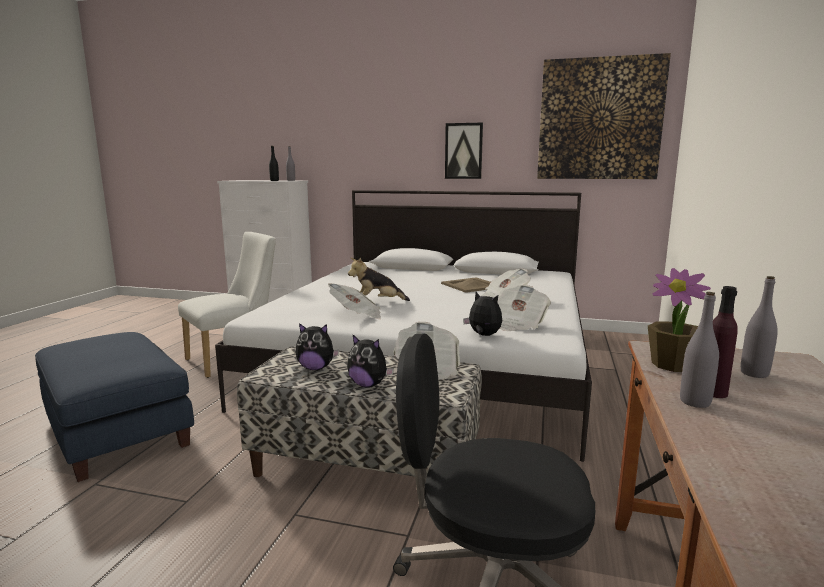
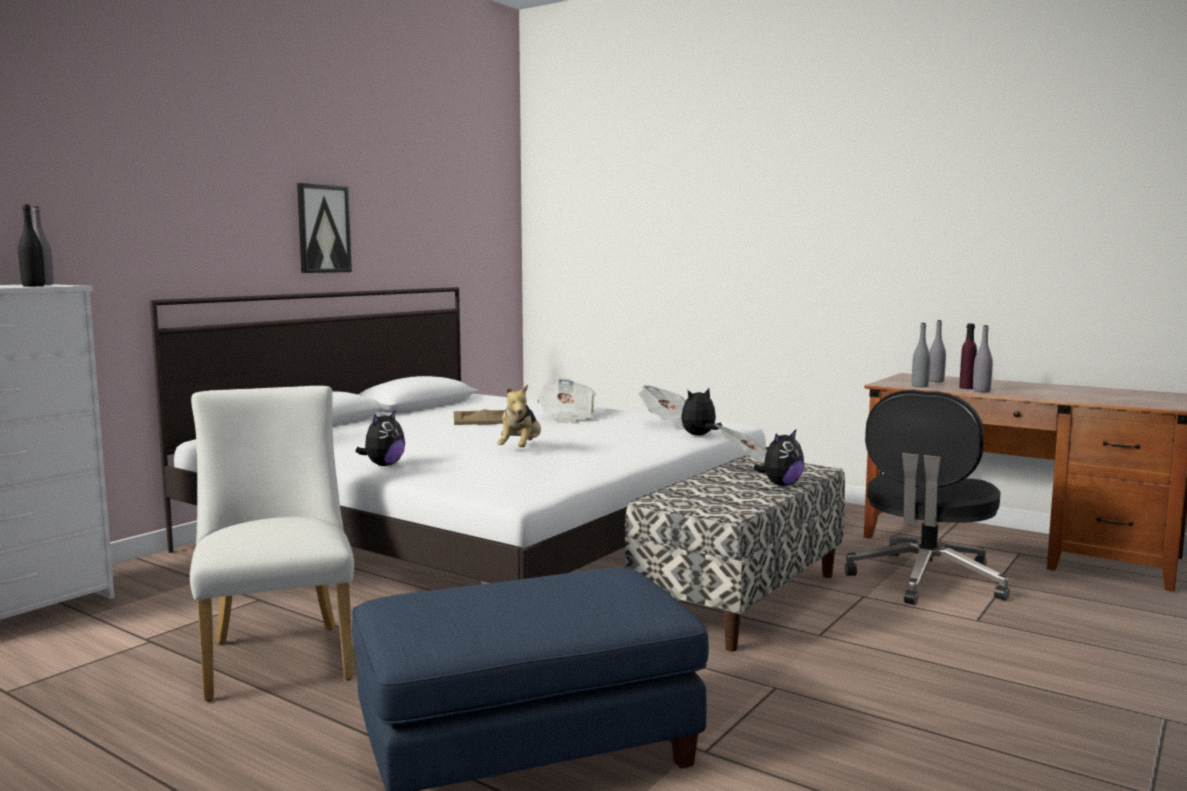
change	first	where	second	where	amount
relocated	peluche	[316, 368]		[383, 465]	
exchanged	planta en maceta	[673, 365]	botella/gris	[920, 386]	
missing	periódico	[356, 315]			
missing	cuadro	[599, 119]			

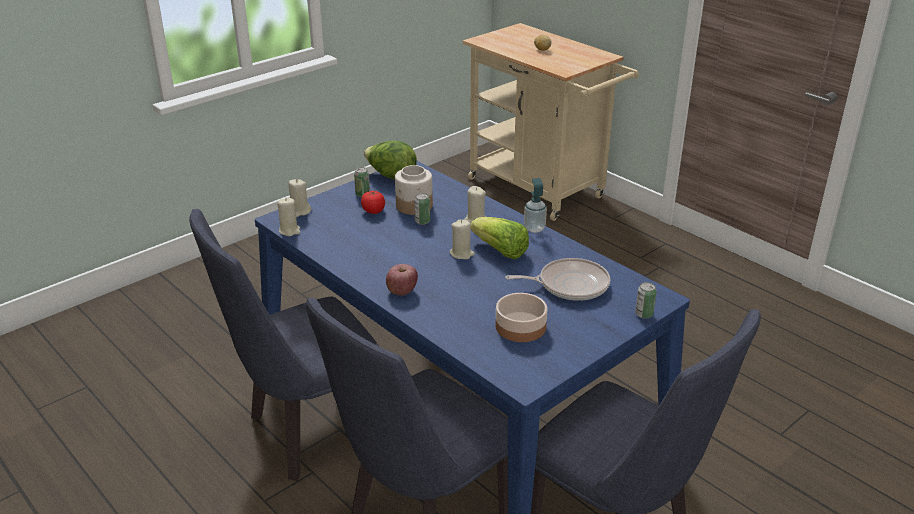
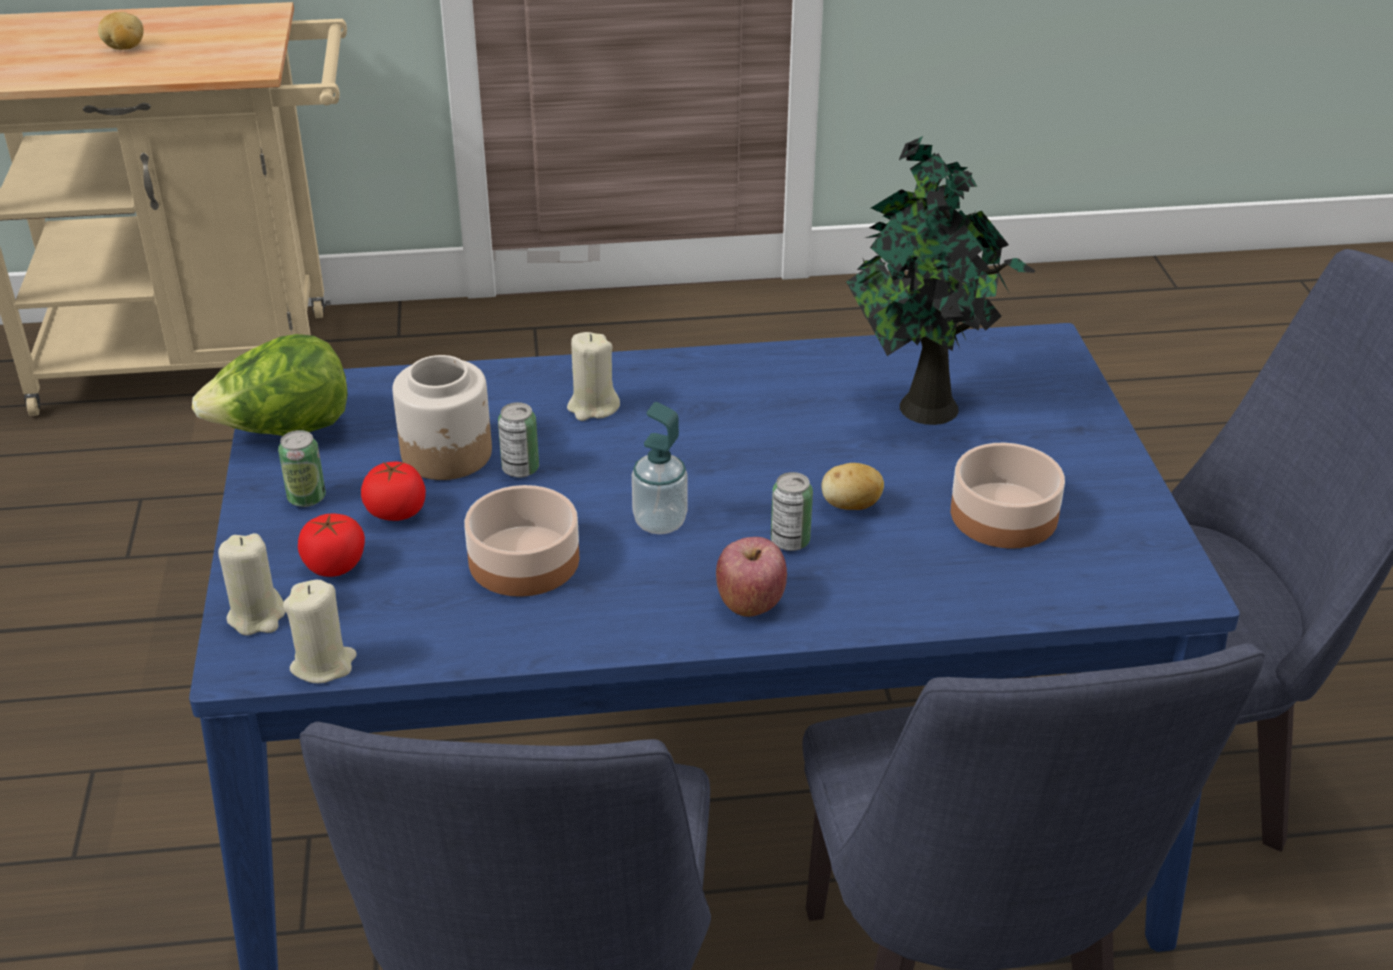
change	first	where	second	where	amount
appeared			tomate	[334, 565]	
appeared			cuenco	[525, 561]	
relocated	dispensador de jabón	[534, 228]		[660, 522]	
relocated	lata	[644, 314]		[790, 541]	
appeared			patata	[851, 506]	
exchanged	sartén	[569, 285]	planta en maceta	[922, 408]	
missing	vela/beis	[461, 254]			
missing	lechuga	[500, 251]			

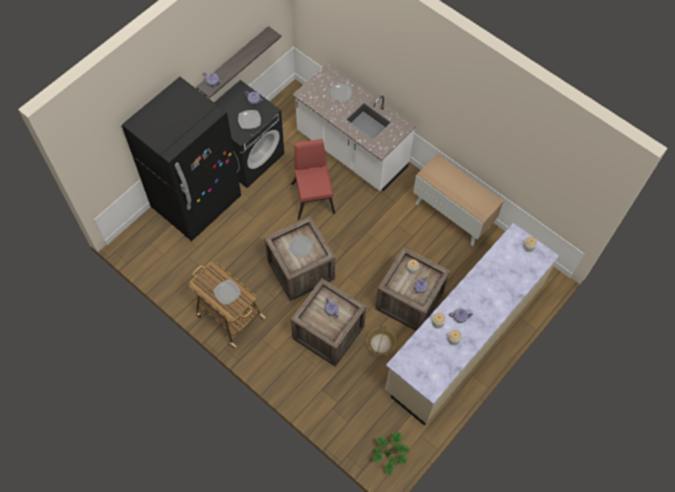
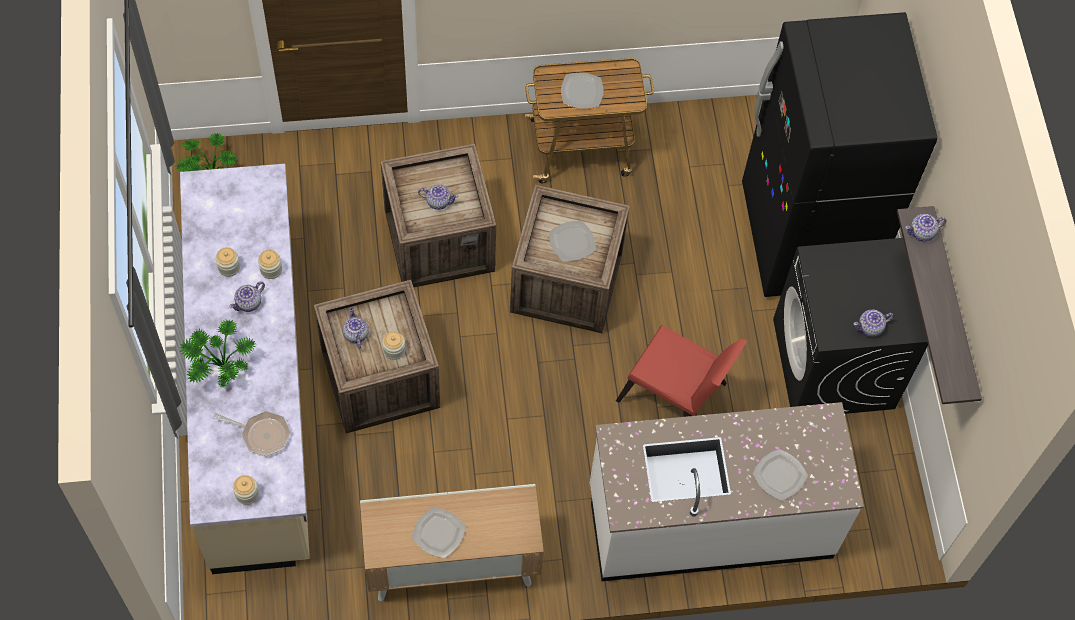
change	first	where	second	where	amount
appeared			planta en maceta	[220, 366]	
appeared			sartén	[262, 434]	
relocated	plato	[249, 120]		[439, 533]	
missing	cesta	[381, 343]			

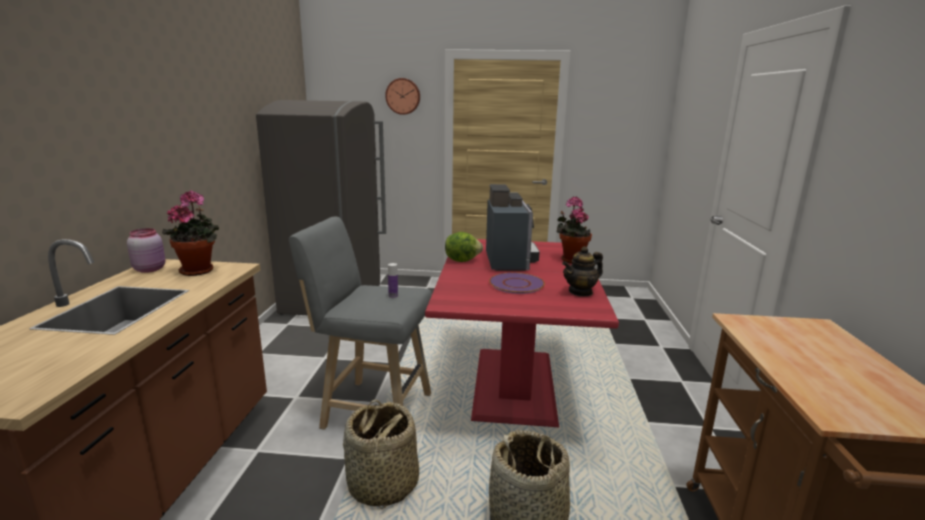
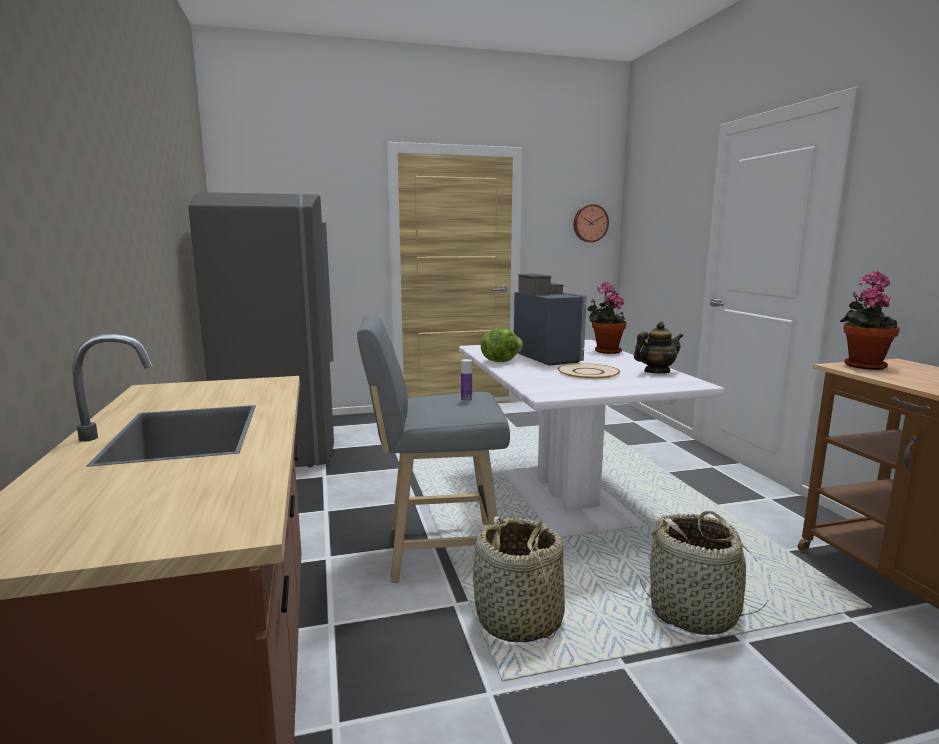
change	first	where	second	where	amount
colour	mesa de comedor/rojo	[512, 384]	mesa de comedor/blanco	[564, 497]	
colour	plato/morado	[516, 284]	plato/beis	[588, 373]	
relocated	reloj de pared	[403, 96]		[590, 223]	
spun	tetera	[580, 292]		[656, 372]	150 degrees counterclockwise
relocated	planta en maceta	[199, 270]		[862, 365]	
missing	tarro/rosa	[150, 269]			

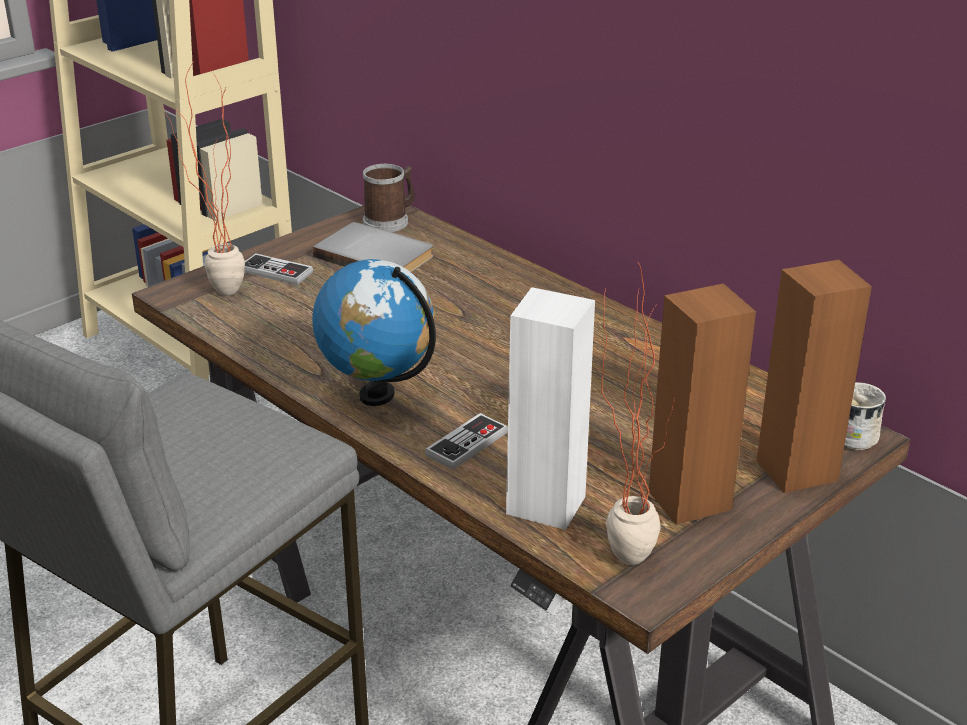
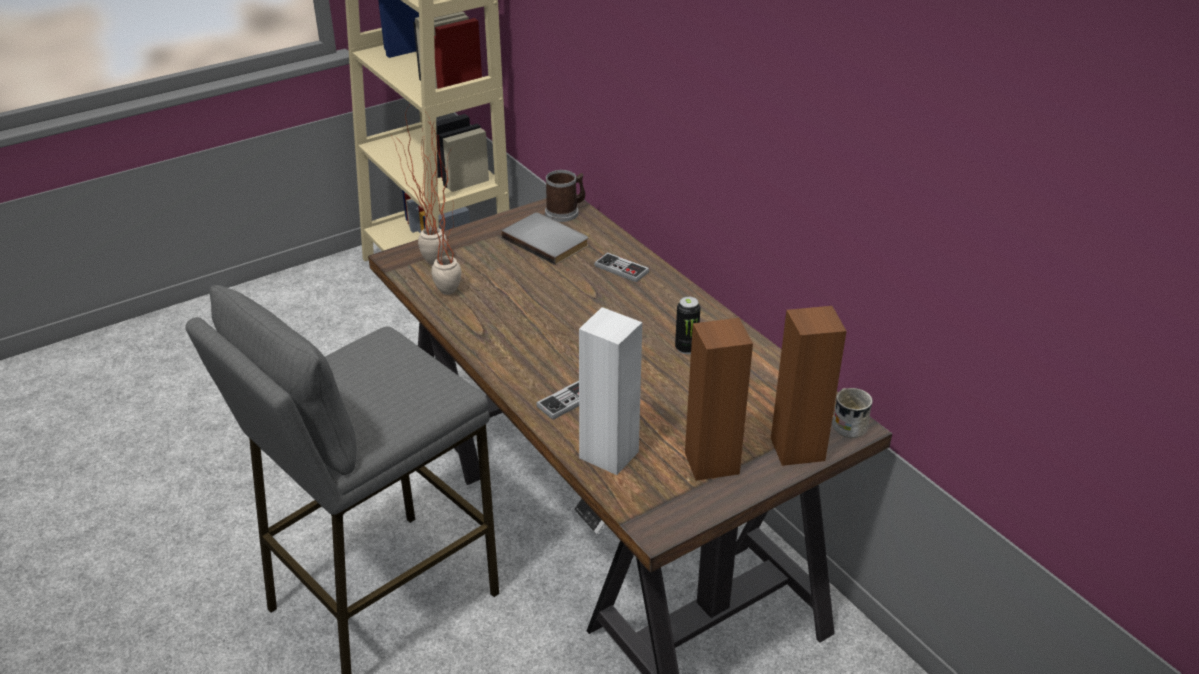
change	first	where	second	where	amount
relocated	planta en maceta	[625, 547]		[449, 286]	
relocated	mando de consola	[276, 272]		[621, 269]	
appeared			lata	[686, 348]	
missing	globo terráqueo	[377, 395]			

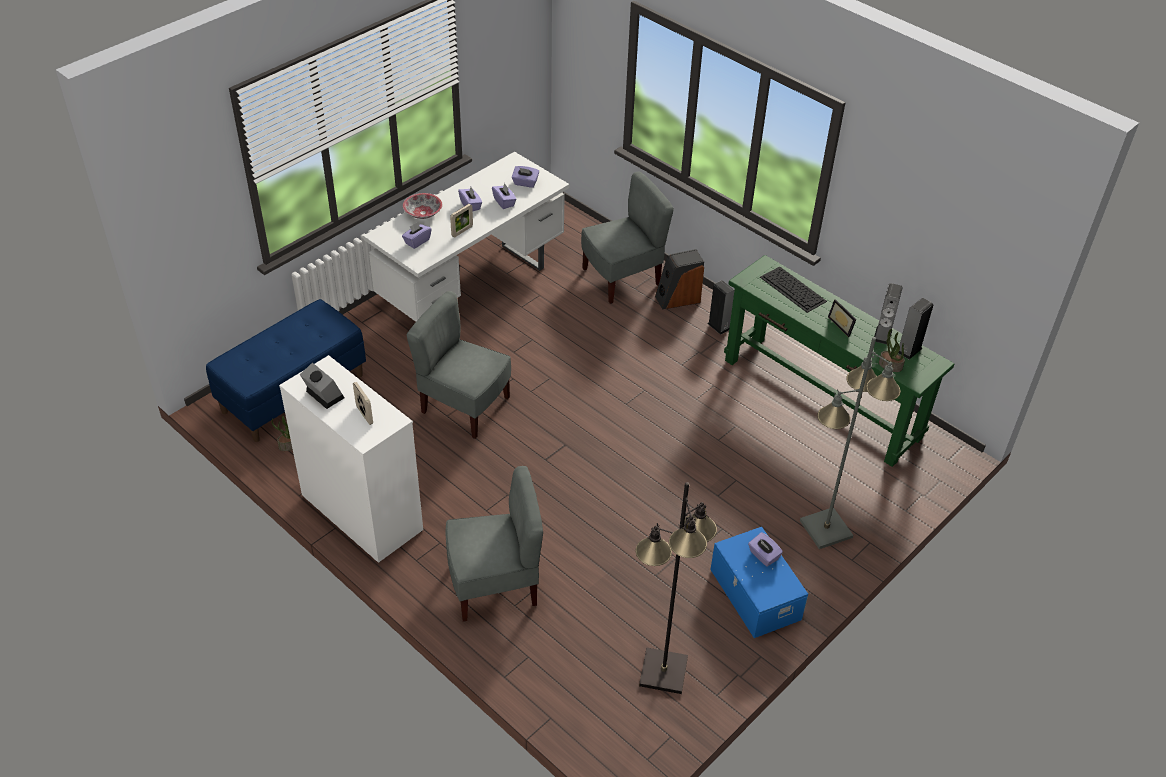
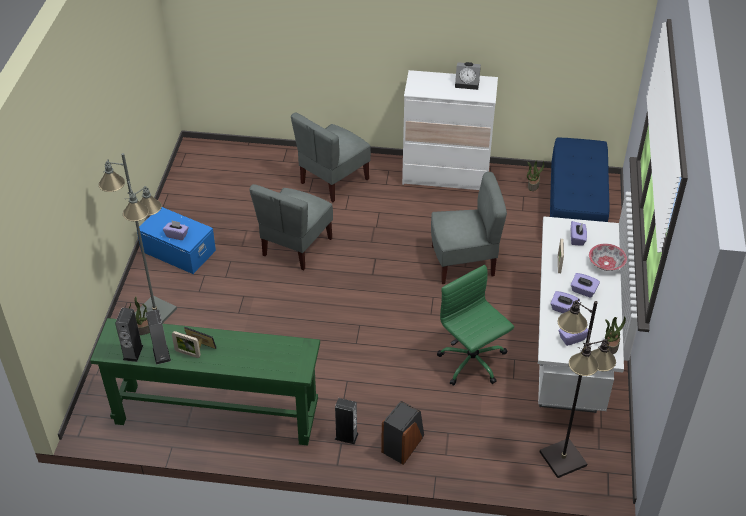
change	first	where	second	where	amount
relocated	portarretratos	[364, 415]		[187, 353]	
relocated	silla/gris	[622, 278]		[296, 247]	
appeared			silla de oficina/verde	[472, 363]	
relocated	lámpara de pie/negro	[662, 672]		[563, 458]	
appeared			planta en maceta	[610, 345]	
missing	teclado	[793, 289]			

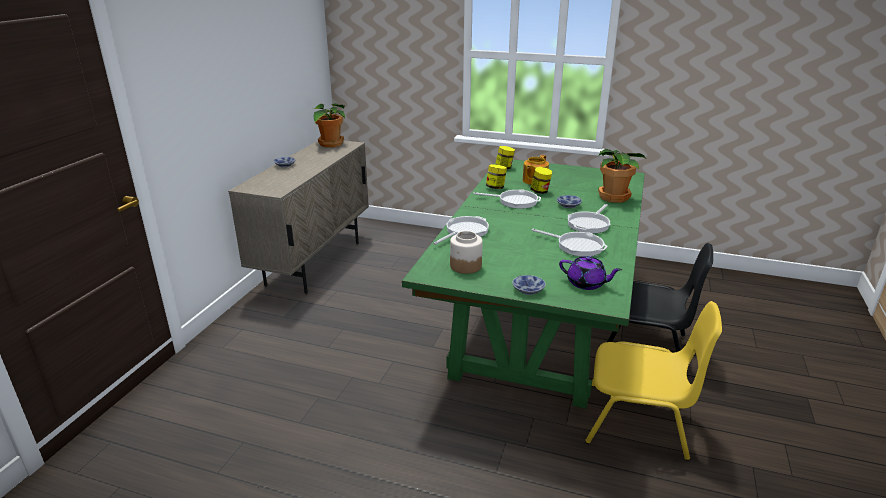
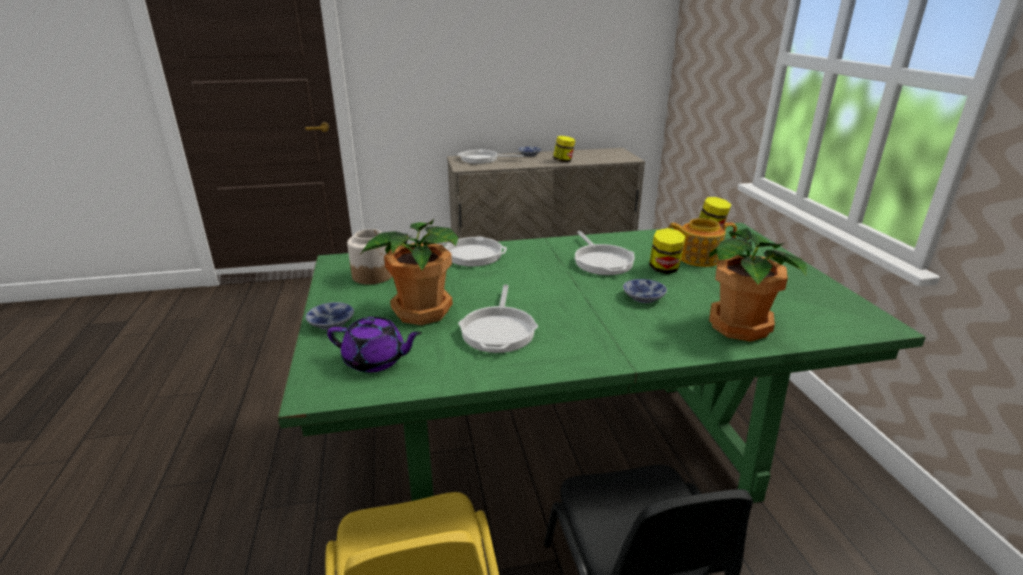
change	first	where	second	where	amount
spun	tetera/morado	[586, 283]		[376, 360]	75 degrees counterclockwise
relocated	planta en maceta	[330, 144]		[420, 311]	
relocated	sartén	[589, 224]		[482, 159]	
relocated	tarro	[495, 187]		[563, 161]	

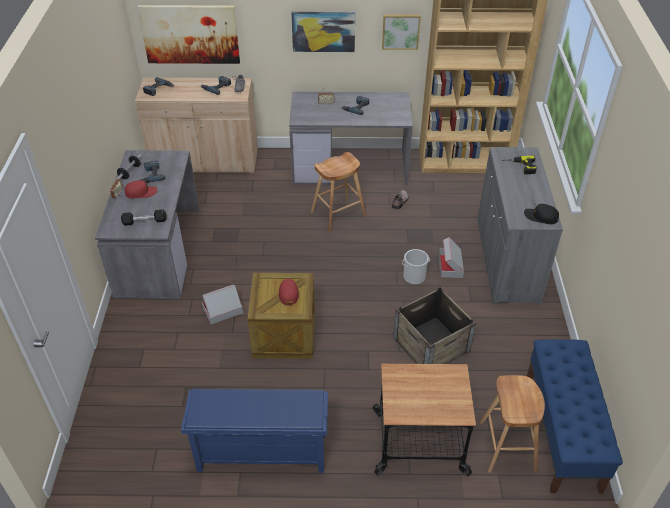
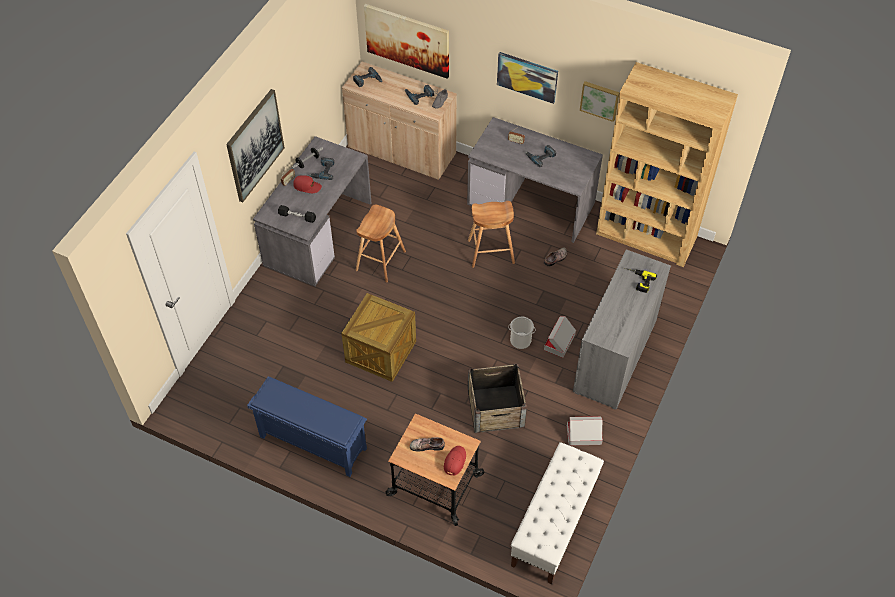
change	first	where	second	where	amount
appeared			cuadro	[255, 145]	
relocated	taburete/marrón	[507, 446]		[380, 260]	
appeared			zapato	[427, 445]	
relocated	gorra/rojo	[288, 293]		[455, 461]	
colour	banco/azul	[562, 432]	banco/blanco	[554, 525]	
relocated	caja de cartón	[223, 311]		[583, 435]	
missing	gorra/negro	[541, 217]			

